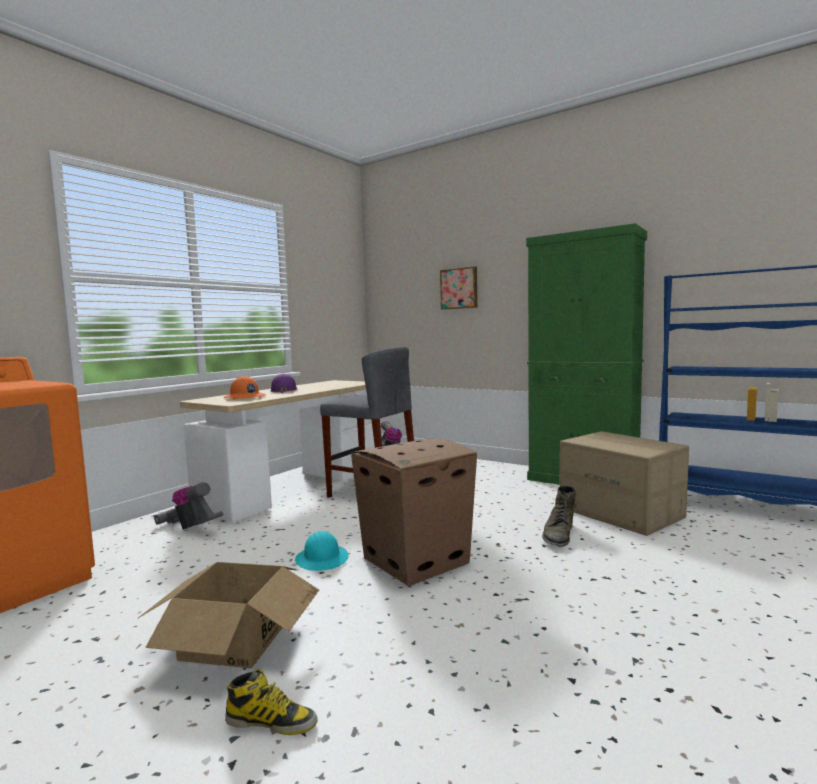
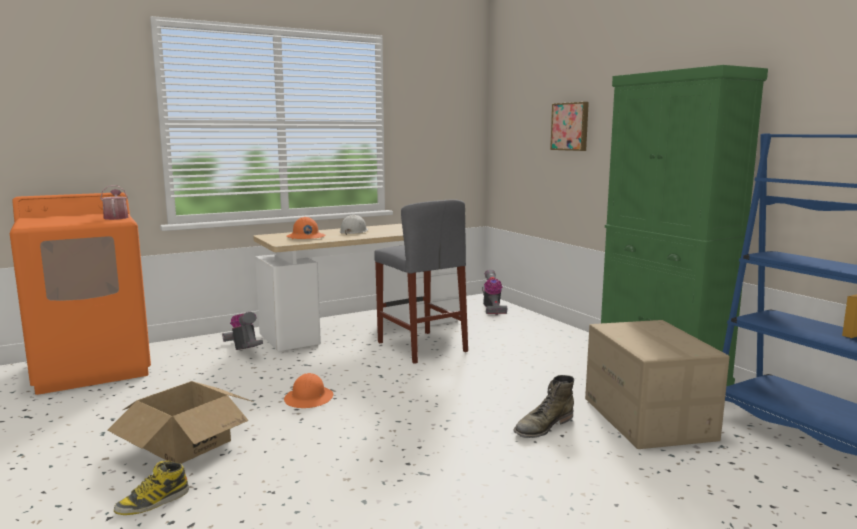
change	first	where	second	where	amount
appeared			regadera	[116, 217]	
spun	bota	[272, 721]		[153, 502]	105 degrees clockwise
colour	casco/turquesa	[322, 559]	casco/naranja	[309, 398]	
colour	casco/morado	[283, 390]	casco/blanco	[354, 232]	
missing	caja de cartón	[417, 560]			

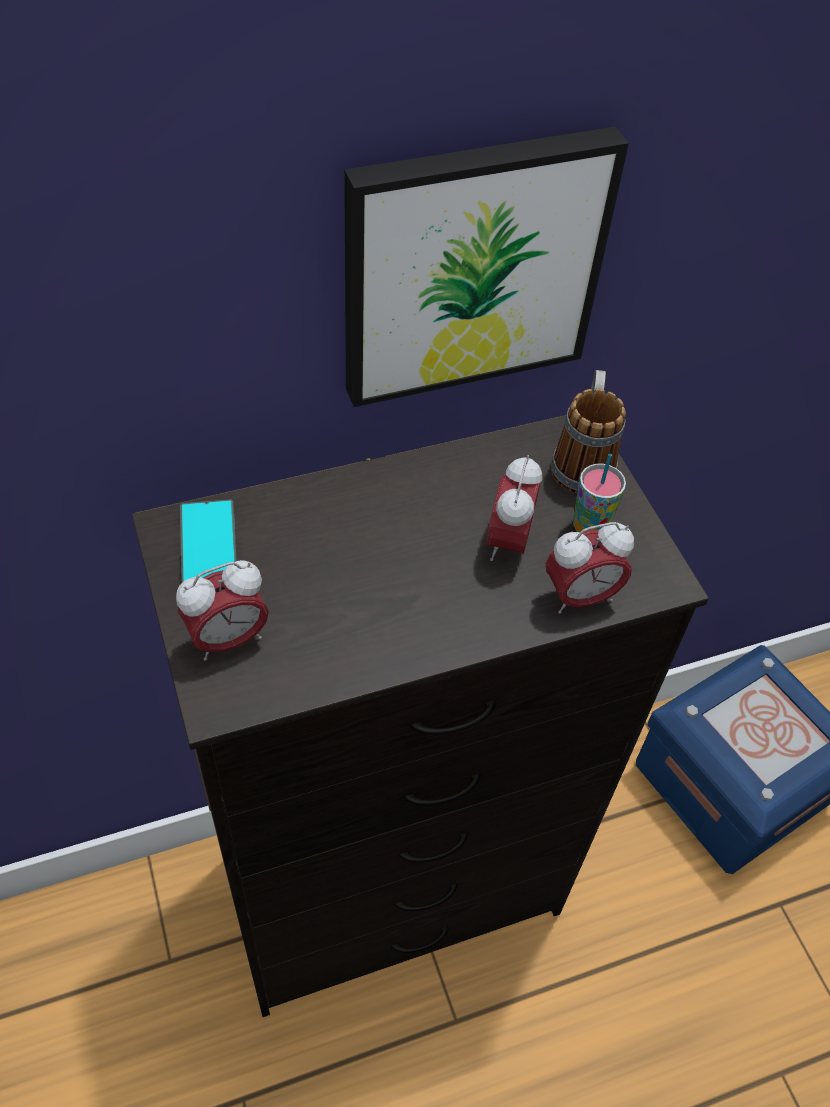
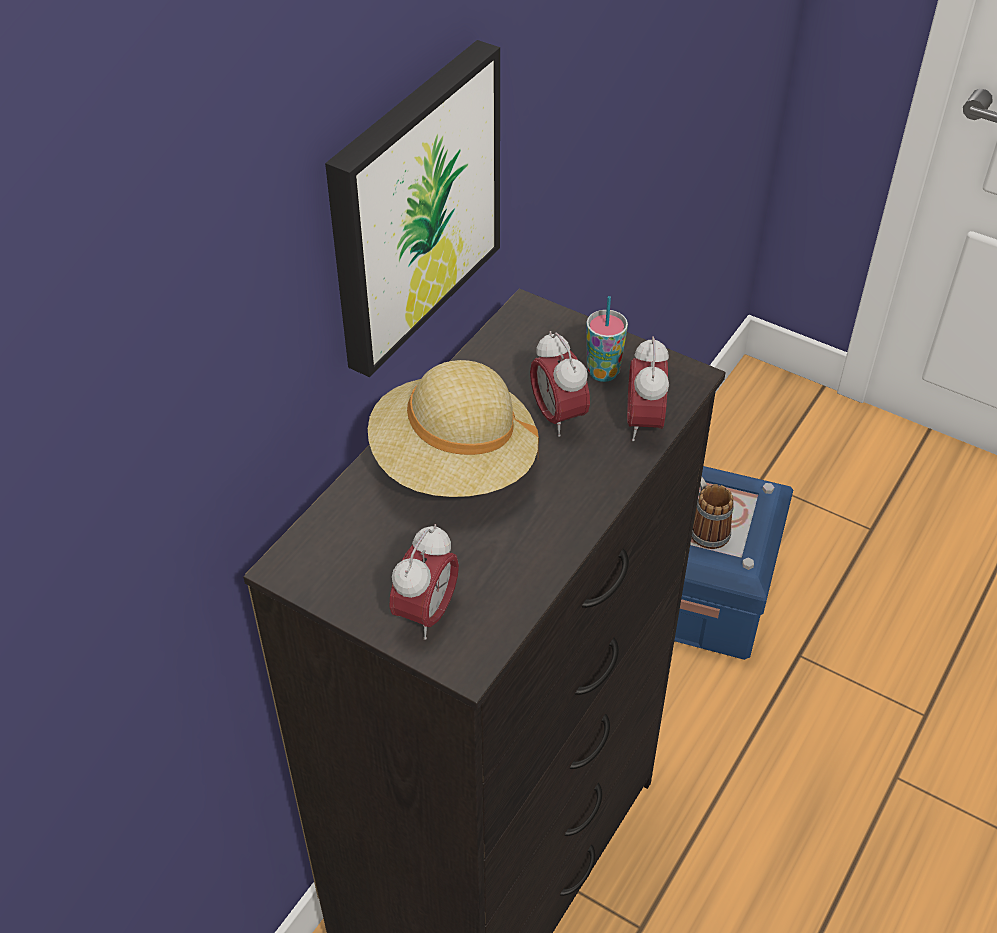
change	first	where	second	where	amount
appeared			sombrero/beis	[454, 464]	
spun	despertador	[580, 597]		[644, 423]	150 degrees clockwise
relocated	taza grande	[583, 461]		[704, 528]	
missing	móvil	[209, 547]			

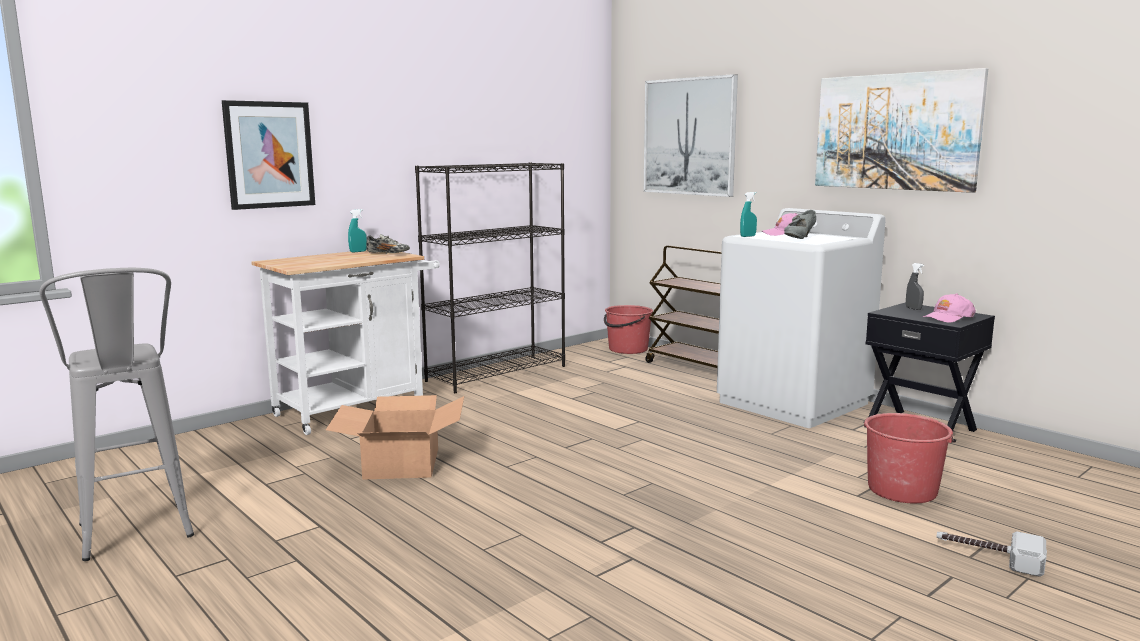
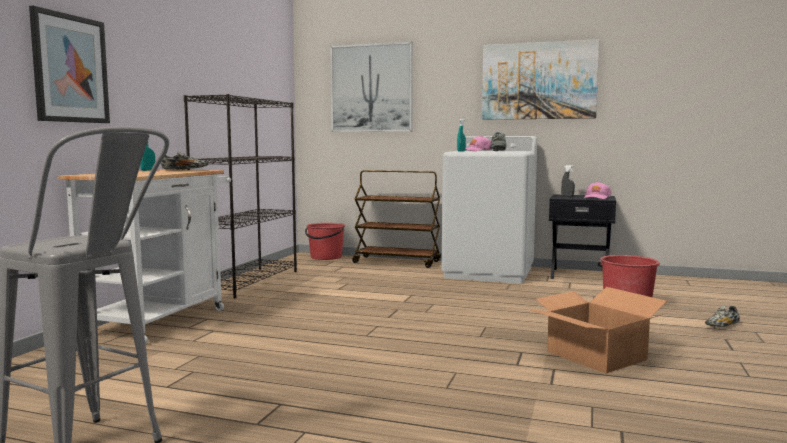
change	first	where	second	where	amount
relocated	caja de cartón	[400, 464]		[595, 356]	
exchanged	martillo	[988, 556]	zapato	[722, 326]	

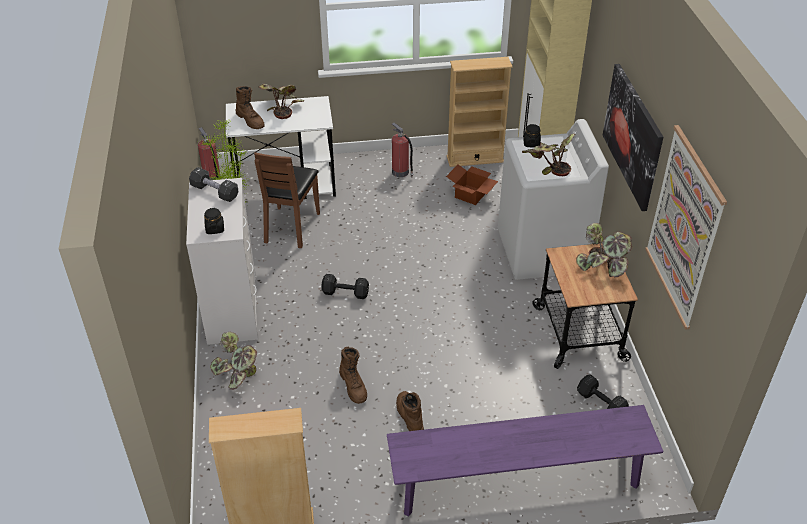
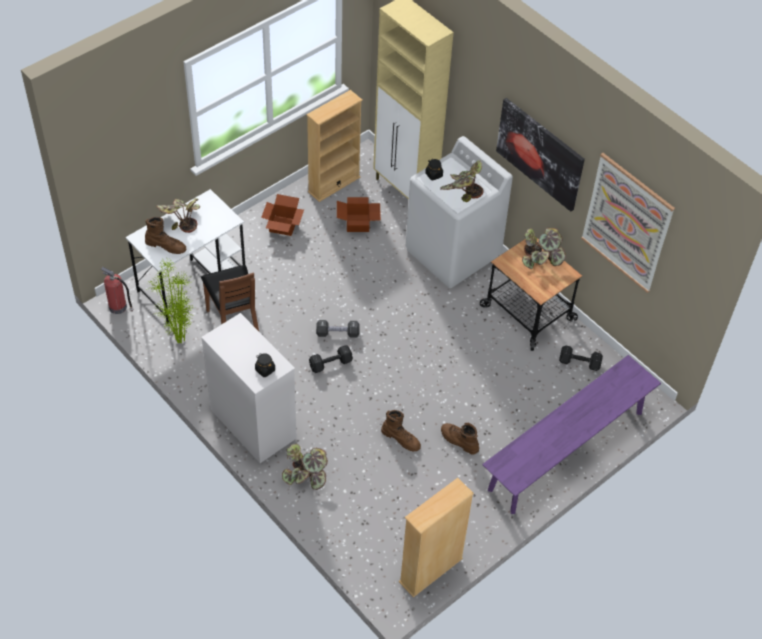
change	first	where	second	where	amount
exchanged	extintor	[401, 172]	caja de cartón	[282, 226]	
relocated	mancuerna/negro	[215, 192]		[337, 333]	

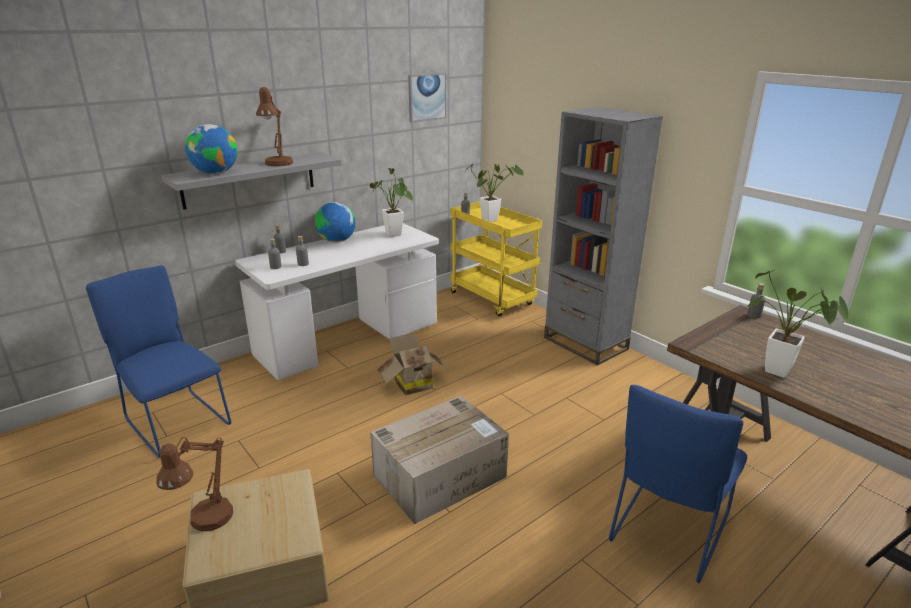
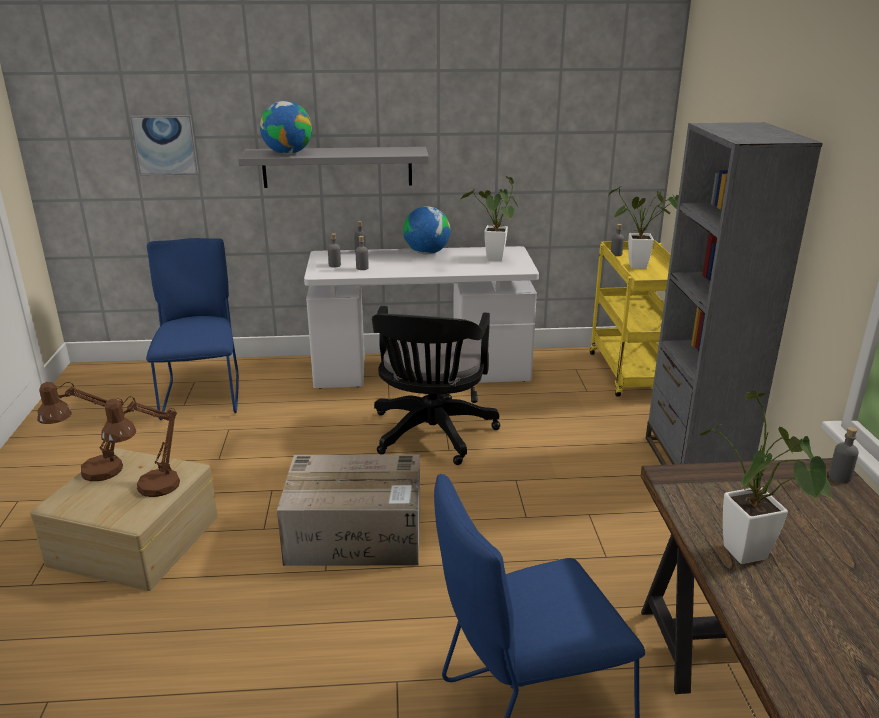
change	first	where	second	where	amount
relocated	lámpara de mesa/marrón	[277, 164]		[151, 489]	
relocated	cuadro	[426, 97]		[165, 145]	
exchanged	caja de cartón	[411, 384]	silla de oficina/negro	[431, 435]	

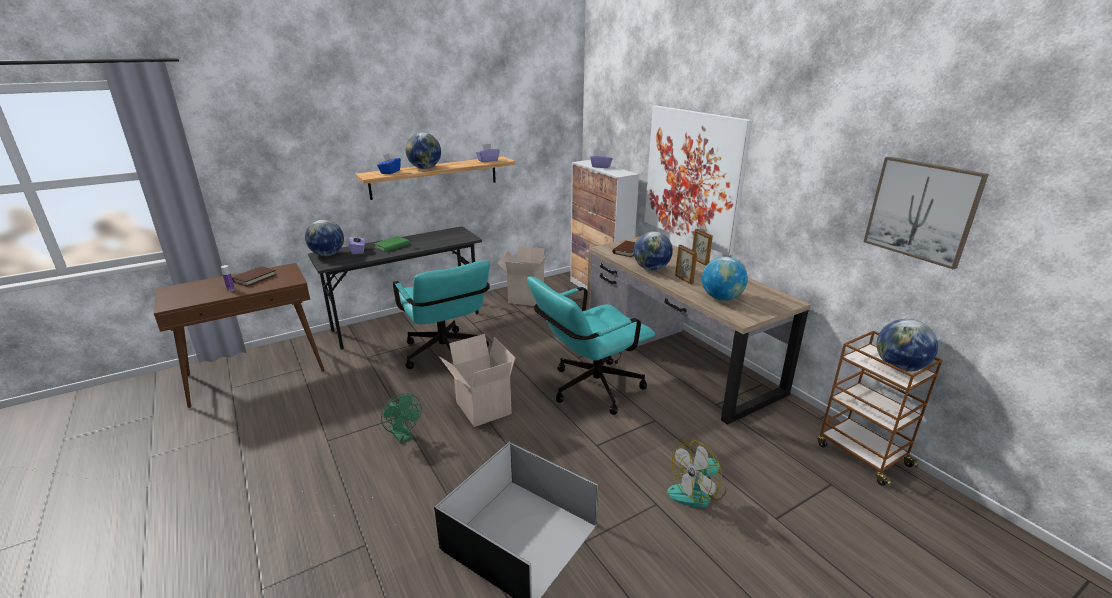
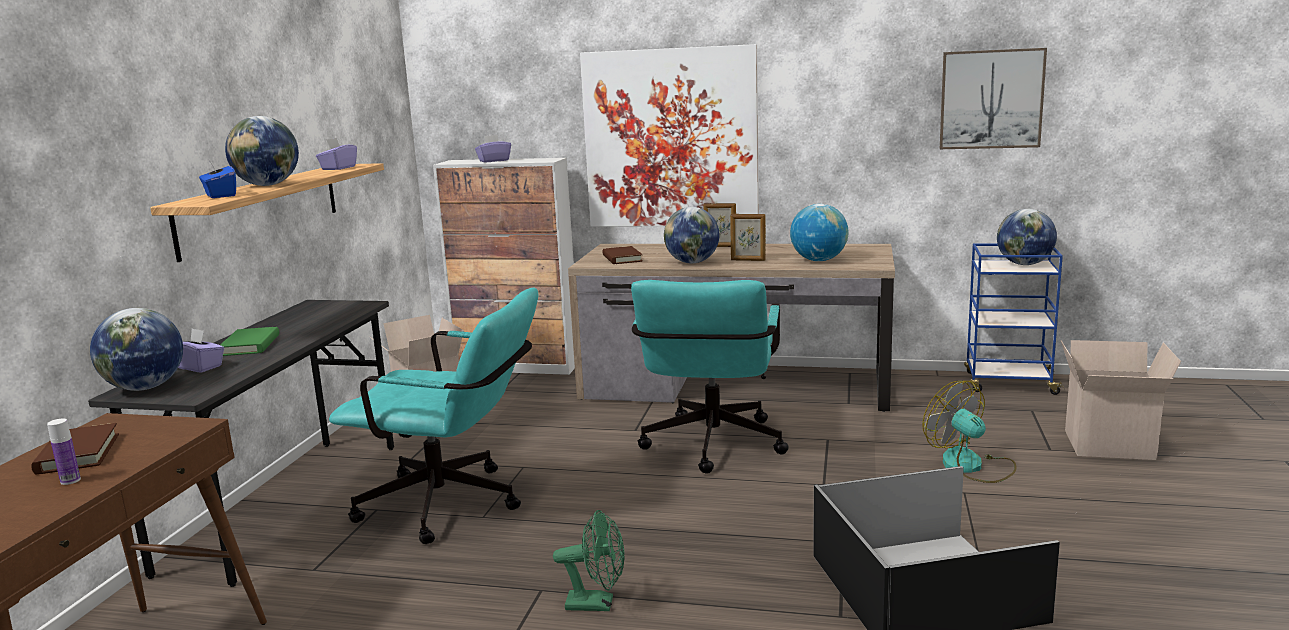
change	first	where	second	where	amount
spun	ventilador	[697, 492]		[971, 466]	135 degrees clockwise
colour	carrito/marrón	[861, 454]	carrito/azul	[1008, 383]	
relocated	caja de cartón	[481, 408]		[1108, 446]	

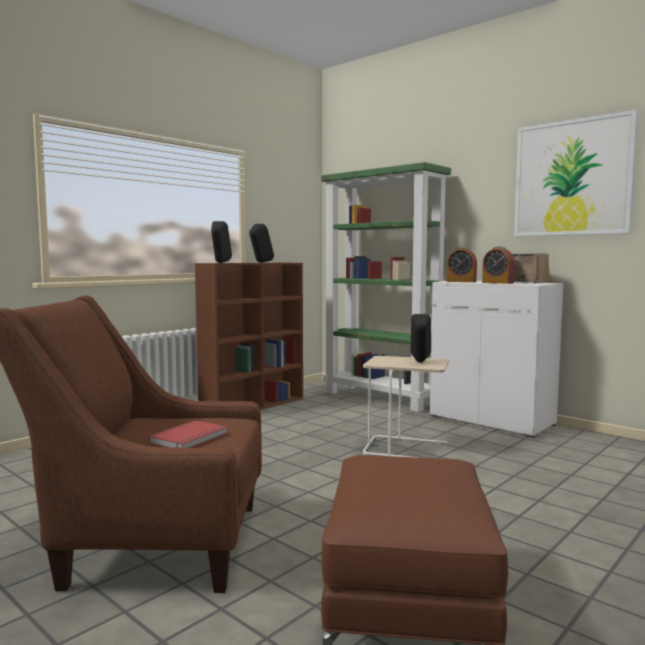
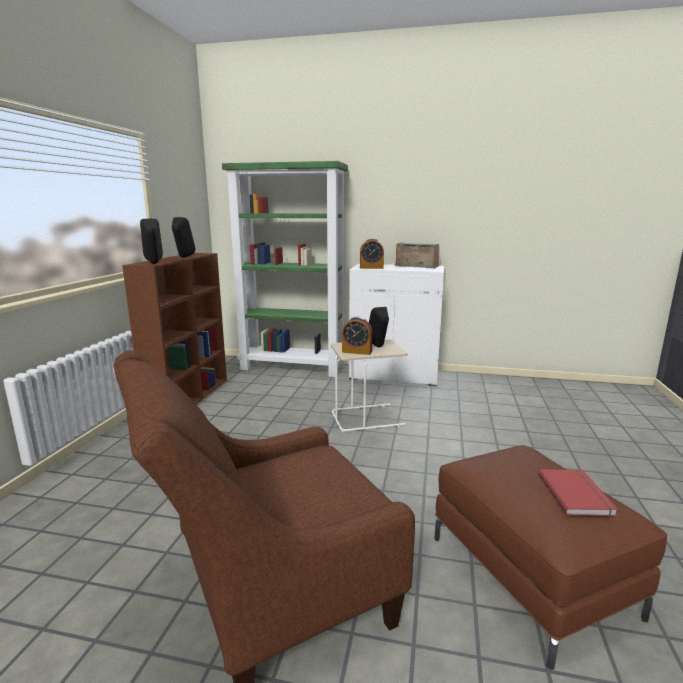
change	first	where	second	where	amount
relocated	despertador	[497, 283]		[357, 351]	
relocated	libro/rojo	[191, 438]		[576, 494]	
missing	cuadro	[572, 178]			

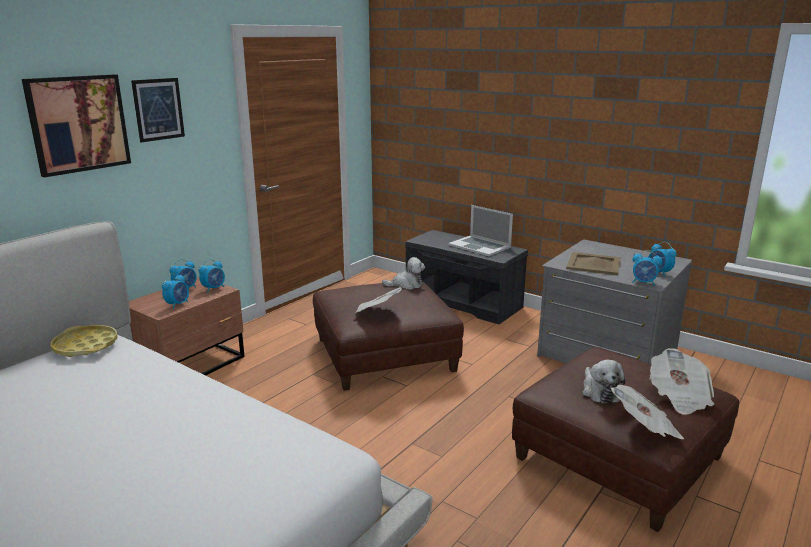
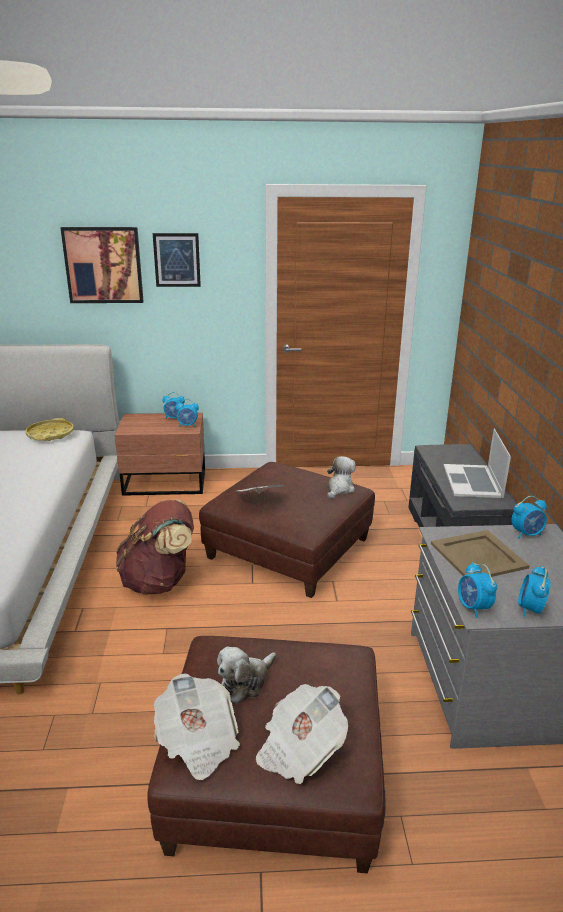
change	first	where	second	where	amount
appeared			mochila/marrón	[159, 581]	
spun	peluche	[406, 285]		[339, 489]	105 degrees counterclockwise
relocated	despertador	[178, 304]		[526, 534]	

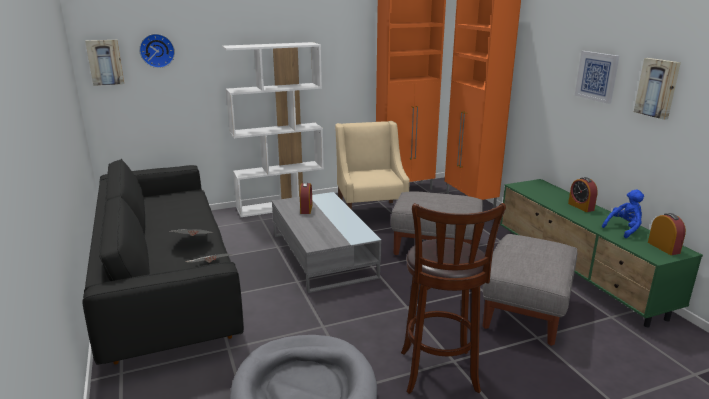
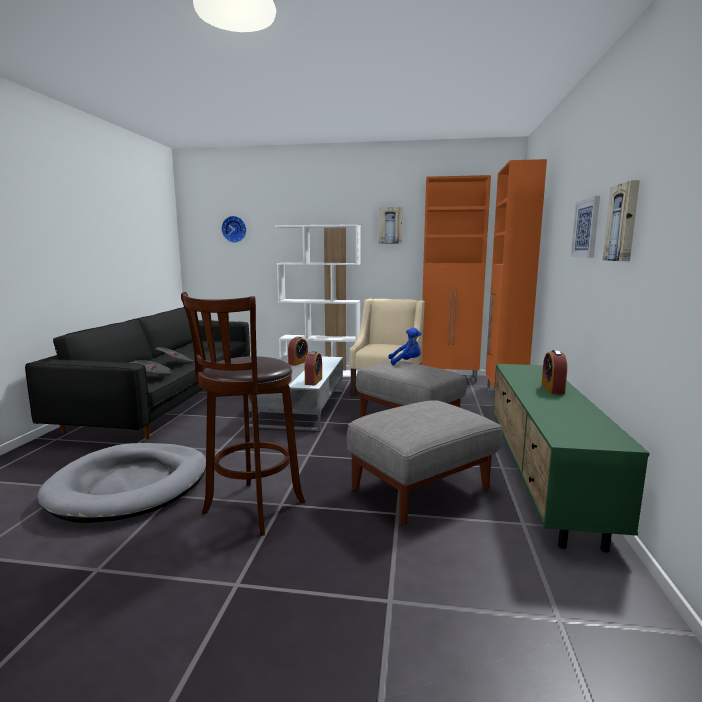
change	first	where	second	where	amount
relocated	despertador	[663, 247]		[313, 381]	
relocated	cuadro	[105, 62]		[390, 225]	
relocated	peluche/azul	[624, 229]		[406, 362]	

